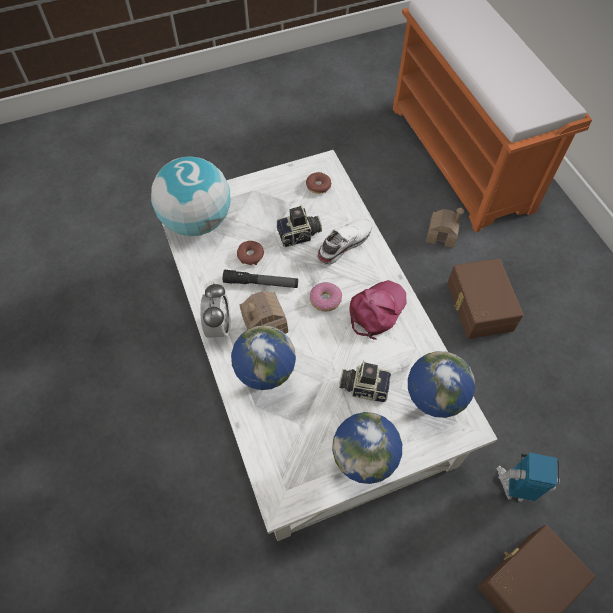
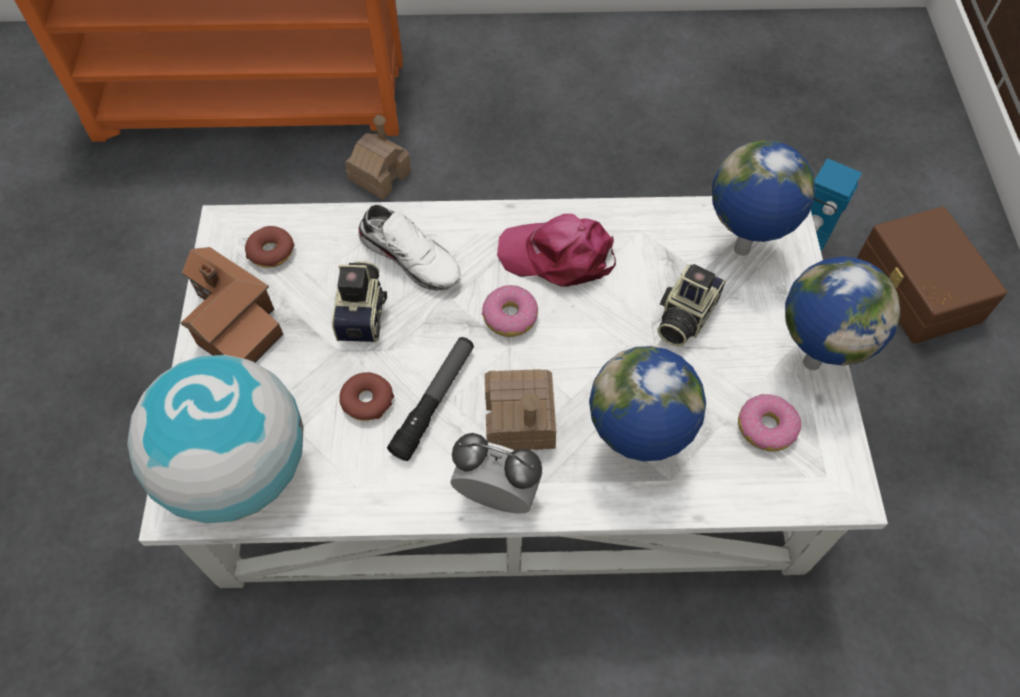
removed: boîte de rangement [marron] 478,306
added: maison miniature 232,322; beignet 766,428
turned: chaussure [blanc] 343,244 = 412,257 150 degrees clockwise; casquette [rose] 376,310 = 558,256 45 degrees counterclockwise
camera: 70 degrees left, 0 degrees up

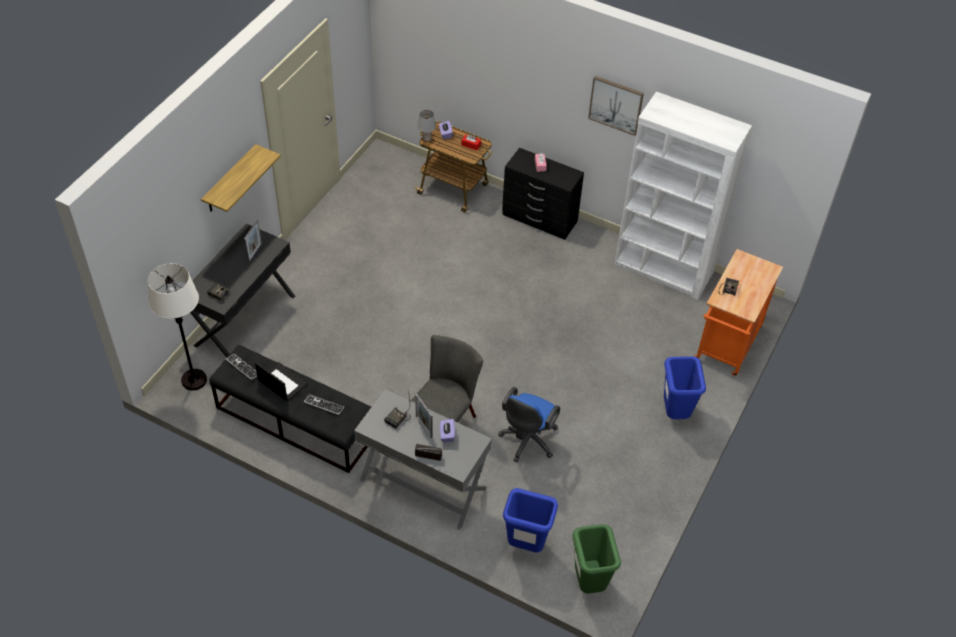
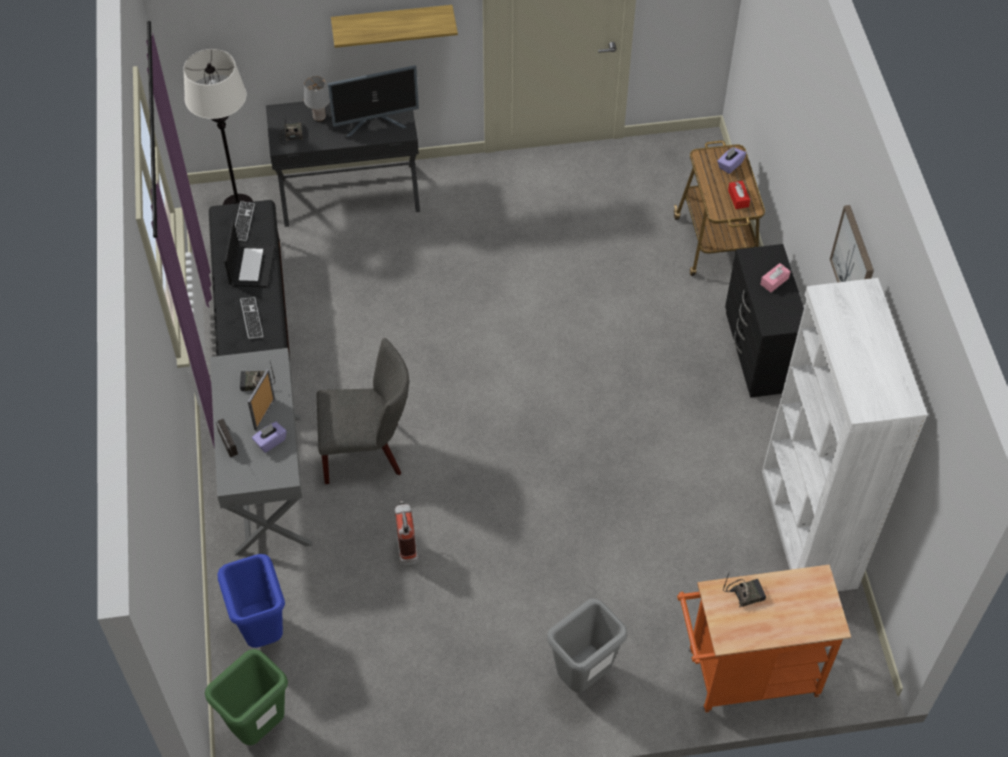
moved: lampe de table [gris] 427,139 to 319,117
replaced: cadre photo 255,252 to écran d'ordinateur 376,123; chaise de bureau [bleu] 527,441 to extincteur 406,546
recoloured: poubelle [bleu] 675,413 to poubelle [gris] 582,677
camera: 55 degrees right, 5 degrees up

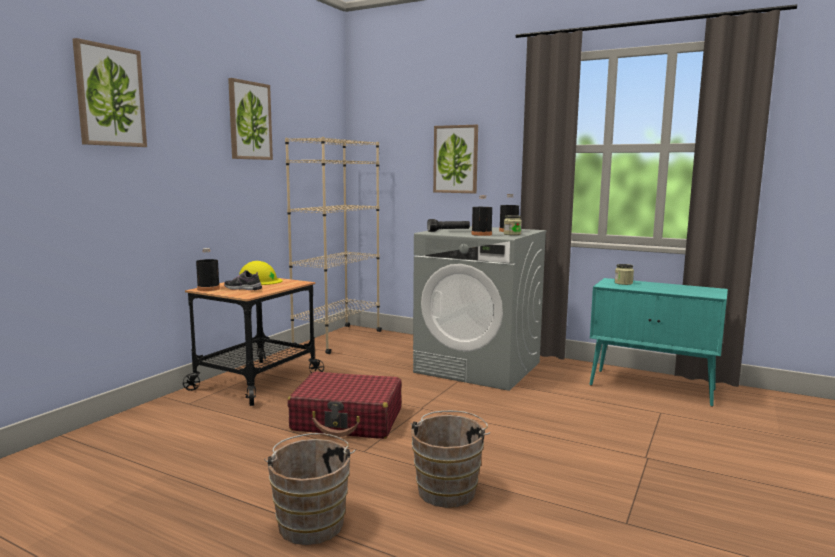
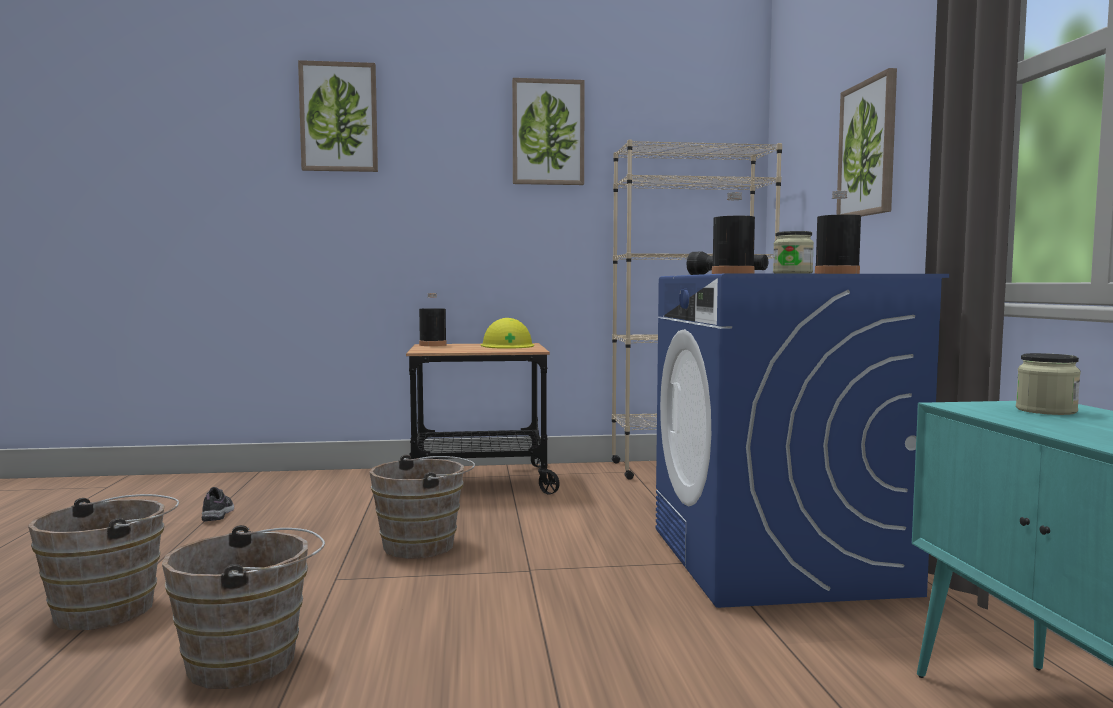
moved: chaussure 243,289 to 218,514
replaced: valise [rouge] 348,420 to seau [marron] 425,545
recoloured: lave-linge [gris] 479,367 to lave-linge [bleu] 776,560
camera: 55 degrees right, 5 degrees down

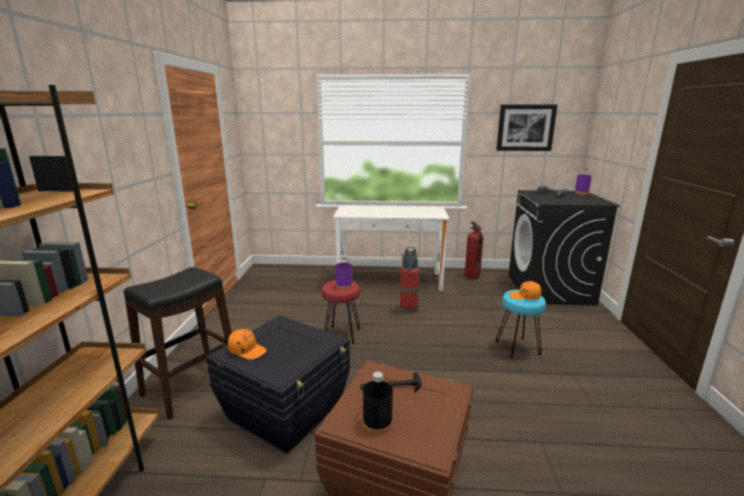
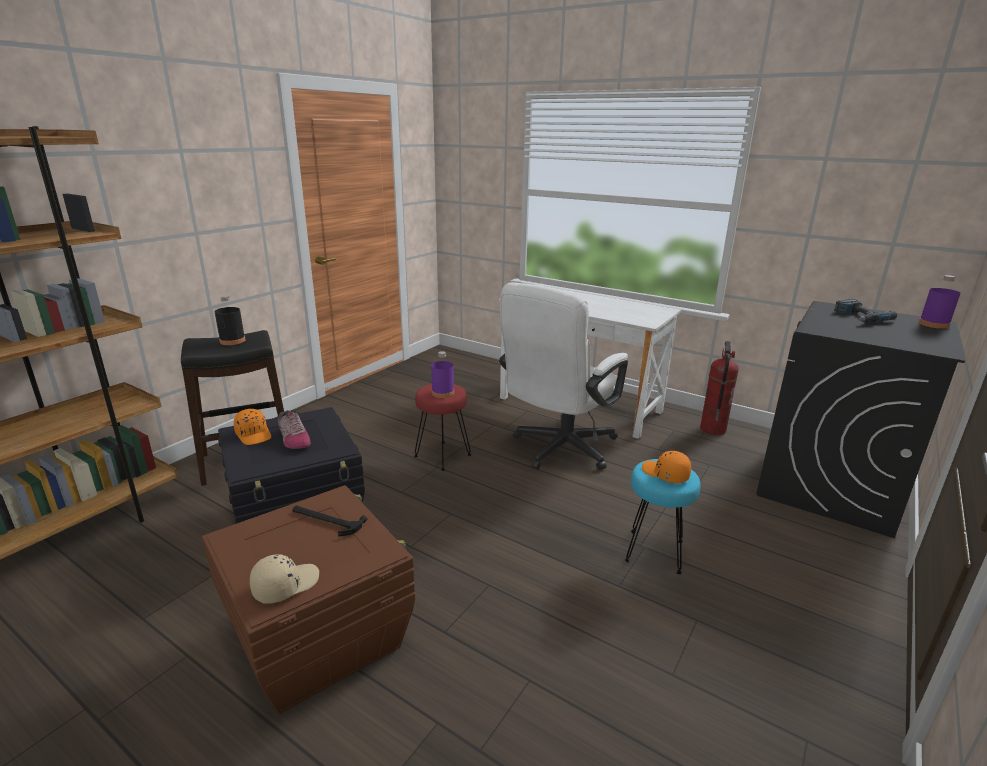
removed: tableau 525,128
added: chaussure 293,438; casquette [beige] 285,585
moved: bouteille [noir] 377,423 to 232,341
replaced: extincteur 408,310 to chaise de bureau [blanc] 558,450
camera: 30 degrees right, 5 degrees up

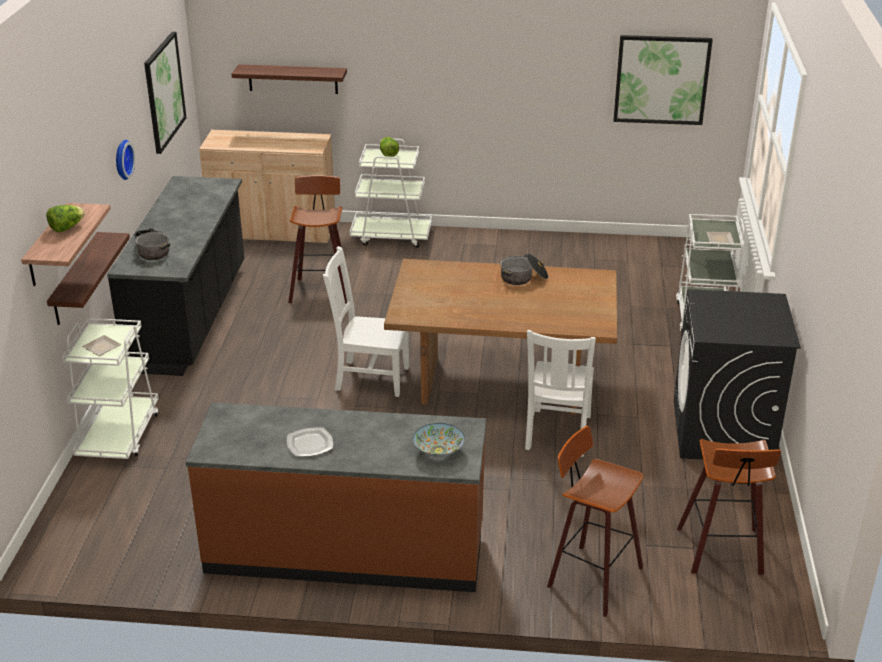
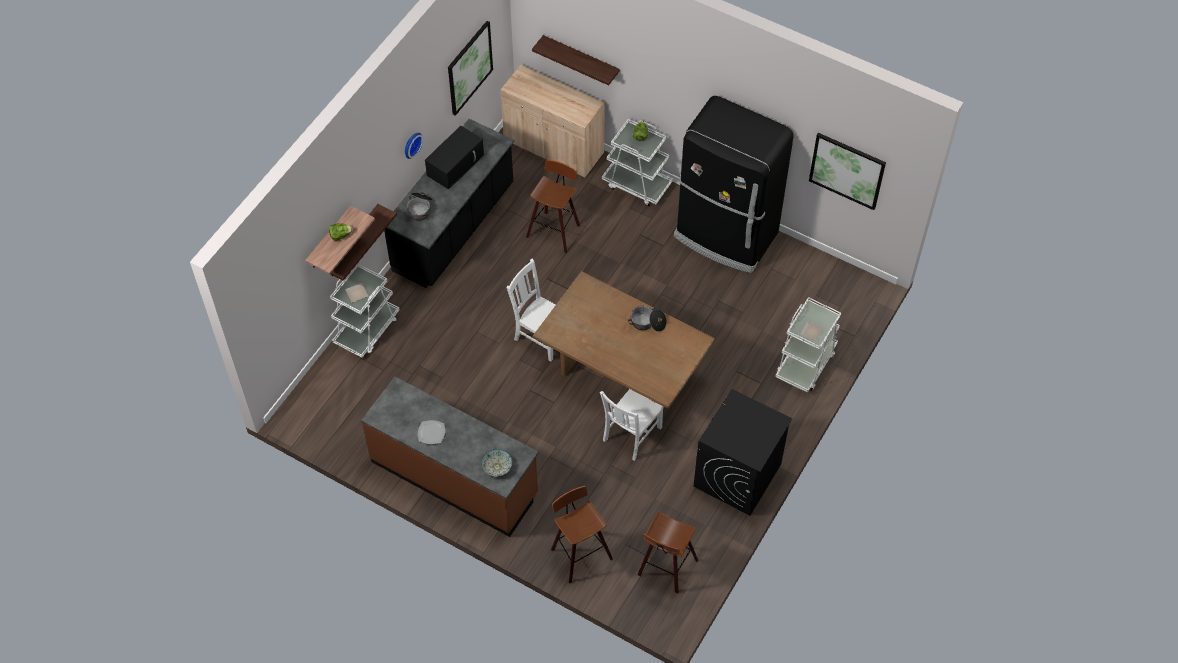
added: réfrigérateur [noir] 725,236; micro-ondes [noir] 455,164
camera: 25 degrees right, 25 degrees up

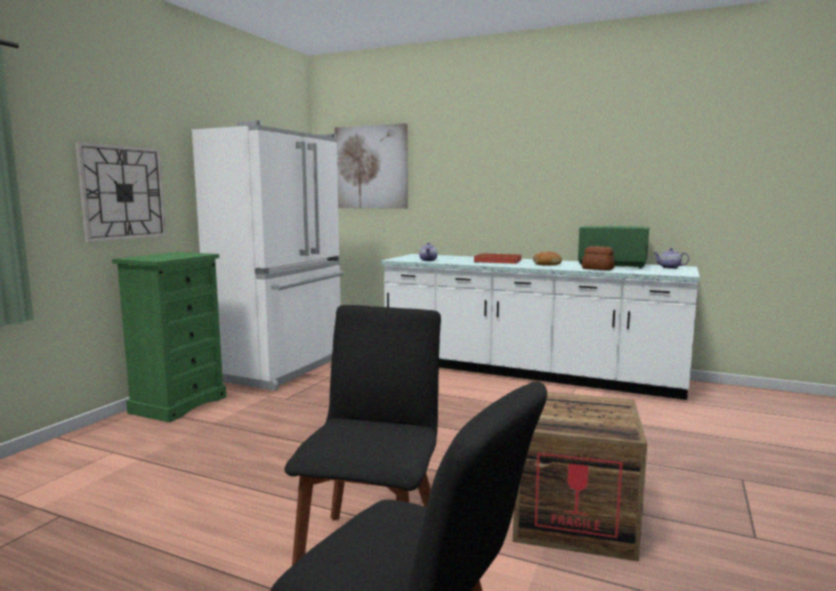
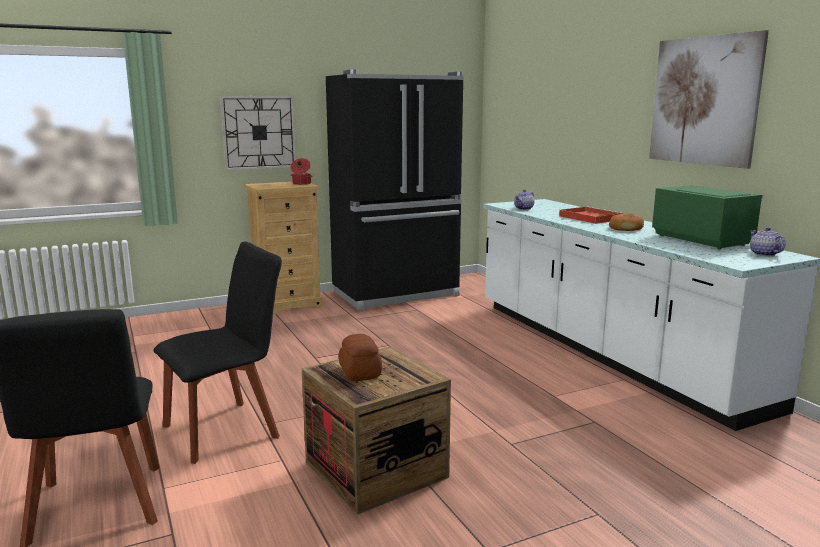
added: marmite 301,184
moved: tableau 371,167 to 704,101; pain 598,269 to 359,372
recoloured: réfrigérateur [blanc] 283,368 to réfrigérateur [noir] 397,294; commode [vert] 179,404 to commode [beige] 287,304
camera: 40 degrees right, 5 degrees up

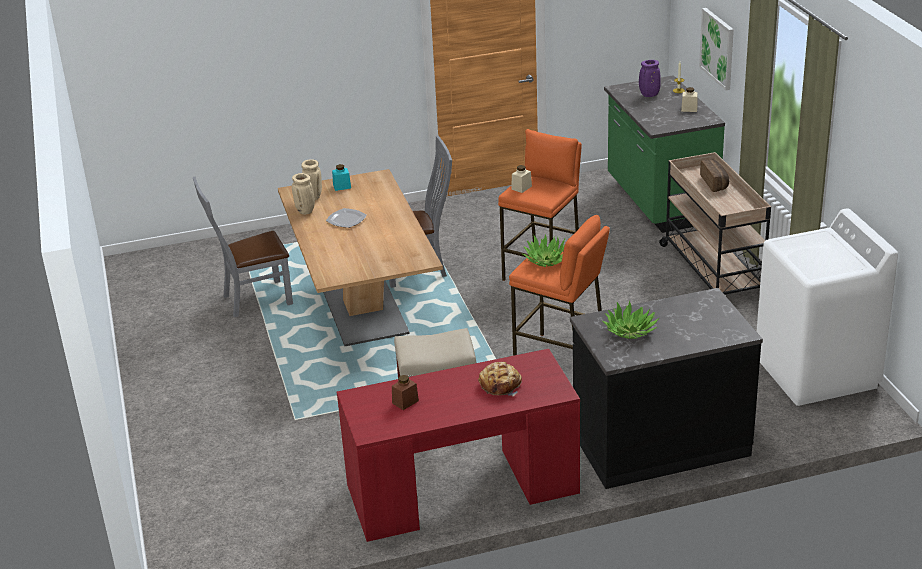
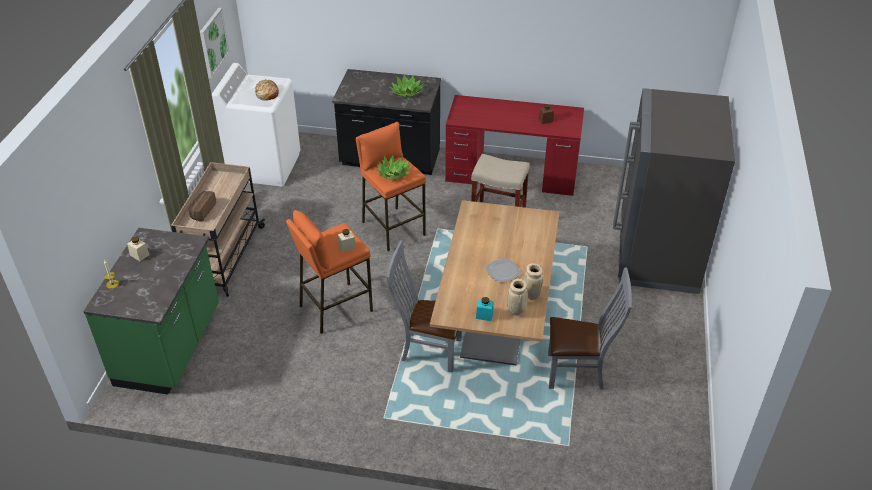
removed: vase [violet] 649,95
added: réfrigérateur [gris] 657,254
moved: tableau 718,48 to 213,42; pain 501,385 to 267,94
camera: 155 degrees left, 10 degrees up

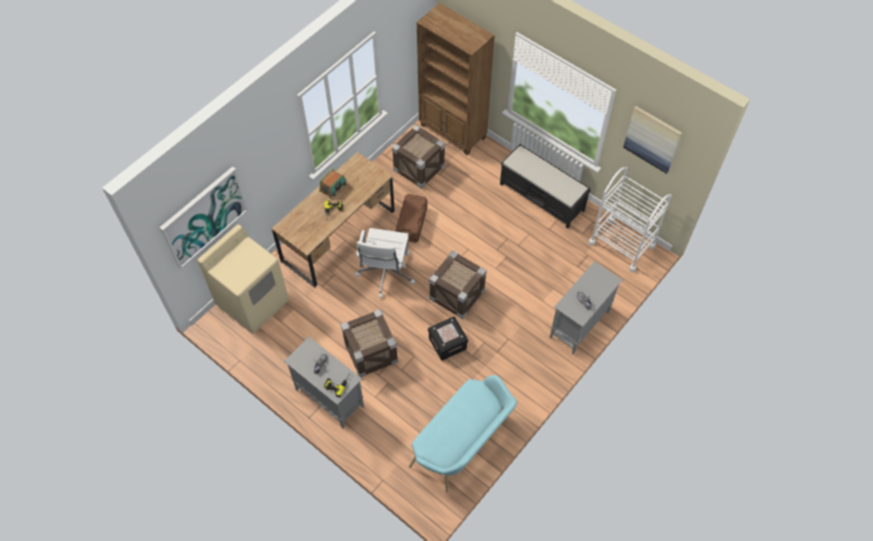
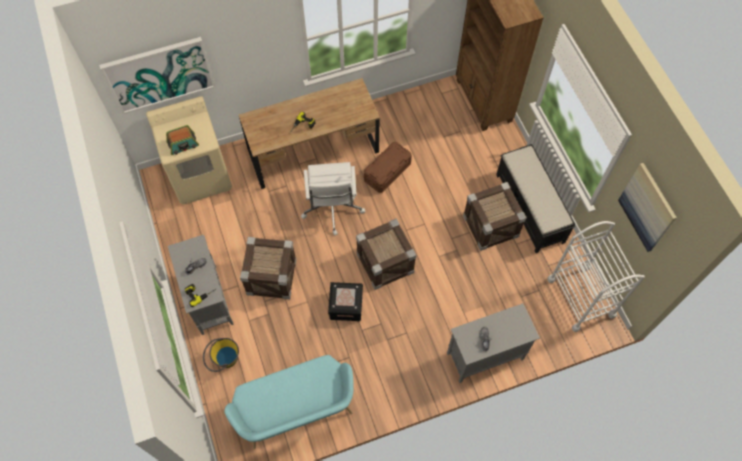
added: seau [jaune] 223,360
moved: caisse 419,168 to 490,226; radio 333,187 to 183,144
turned: chaise de bureau [blanc] 385,273 = 332,208 45 degrees counterclockwise
camera: 30 degrees right, 5 degrees up

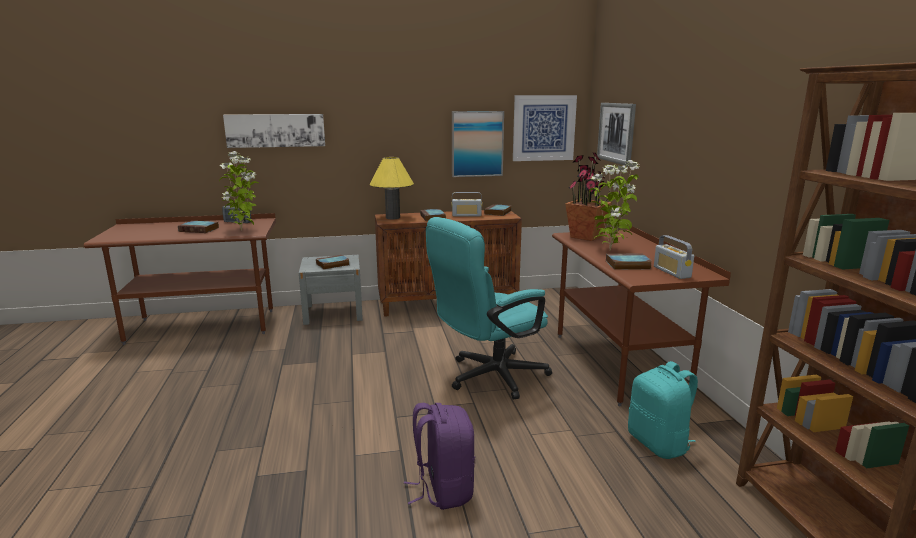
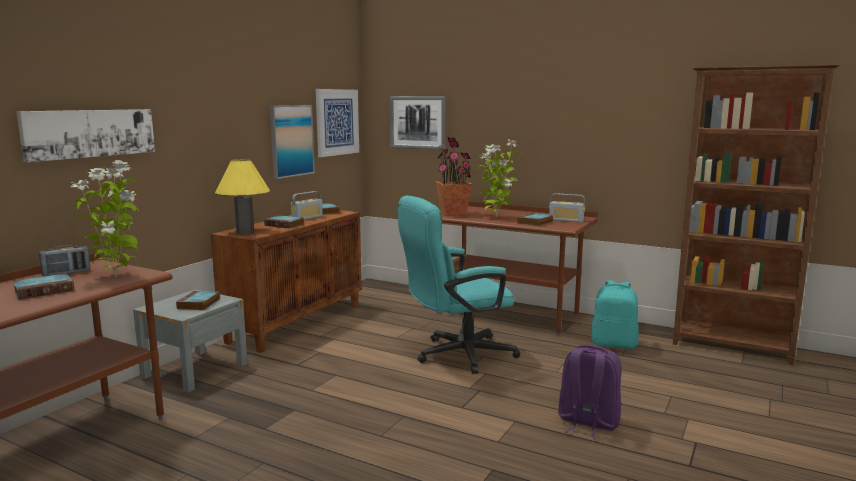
turned: chaise de bureau [turquoise] 488,377 = 456,355 60 degrees clockwise
camera: 50 degrees left, 5 degrees down

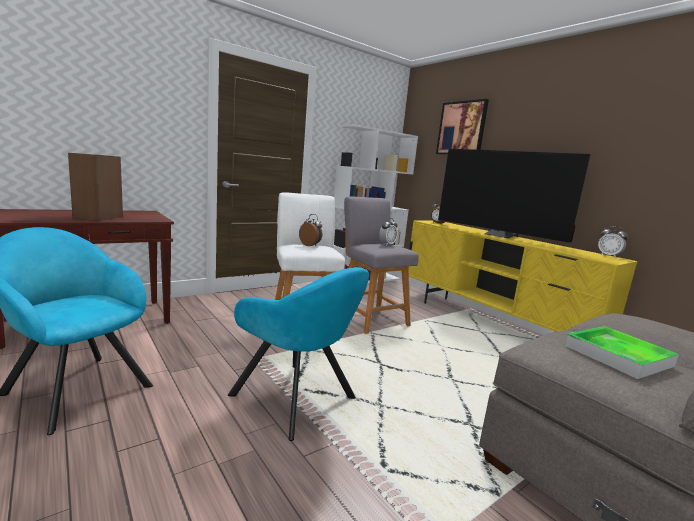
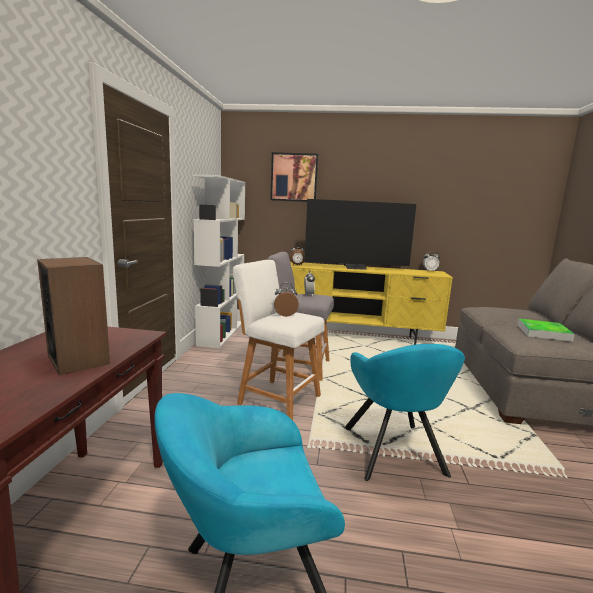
turned: fauteuil [turquoise] 297,400 = 394,454 90 degrees clockwise
camera: 45 degrees left, 0 degrees up

